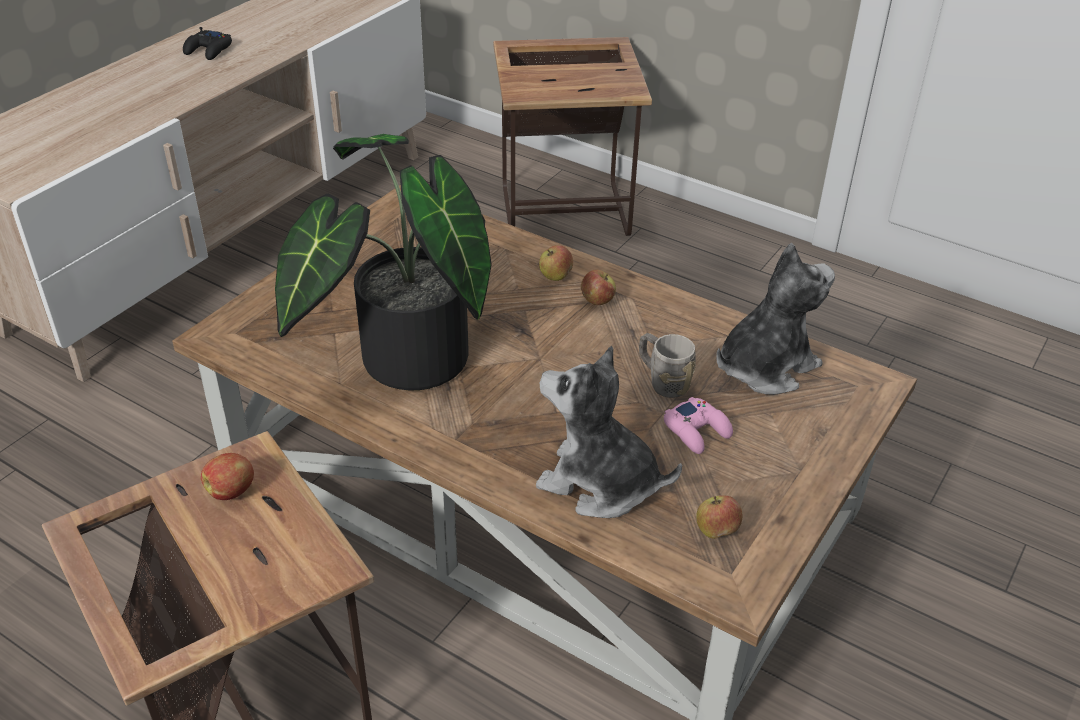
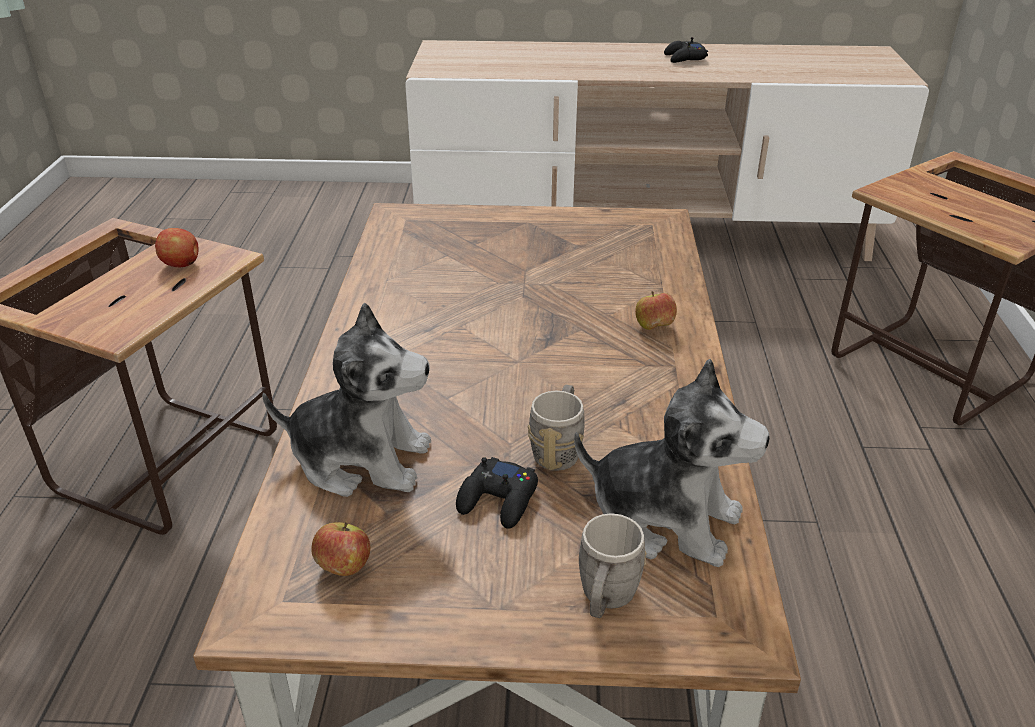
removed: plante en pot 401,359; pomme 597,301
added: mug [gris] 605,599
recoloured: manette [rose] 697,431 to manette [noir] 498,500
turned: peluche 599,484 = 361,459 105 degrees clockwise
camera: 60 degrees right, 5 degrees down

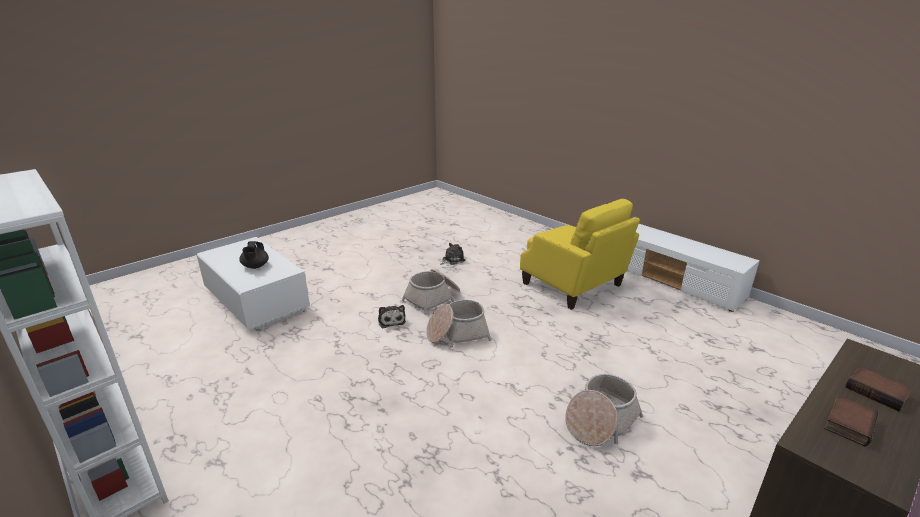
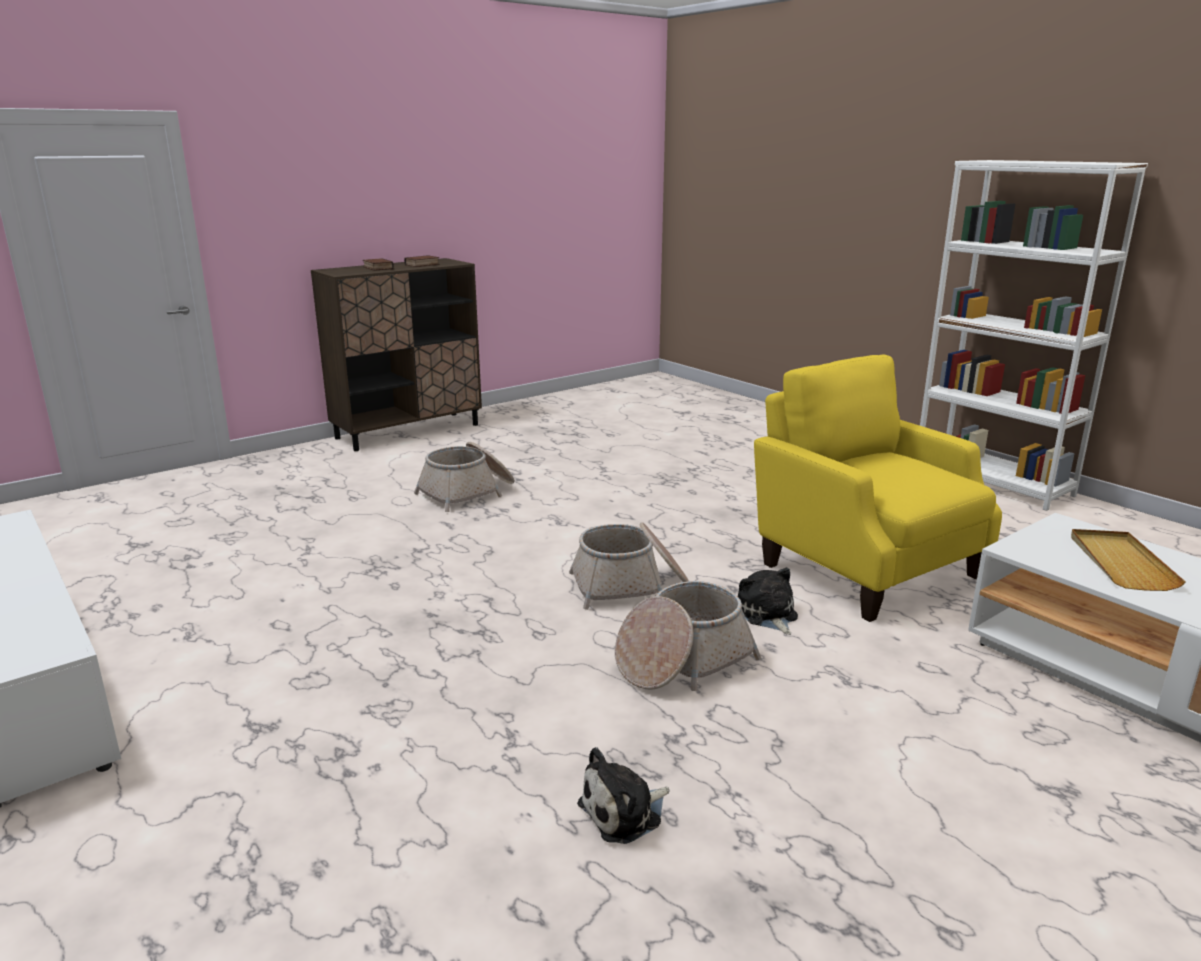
moved: fauteuil [jaune] 574,285 to 865,567
replaced: théière [noir] 255,266 to plateau [beige] 1120,563
camera: 175 degrees left, 5 degrees down

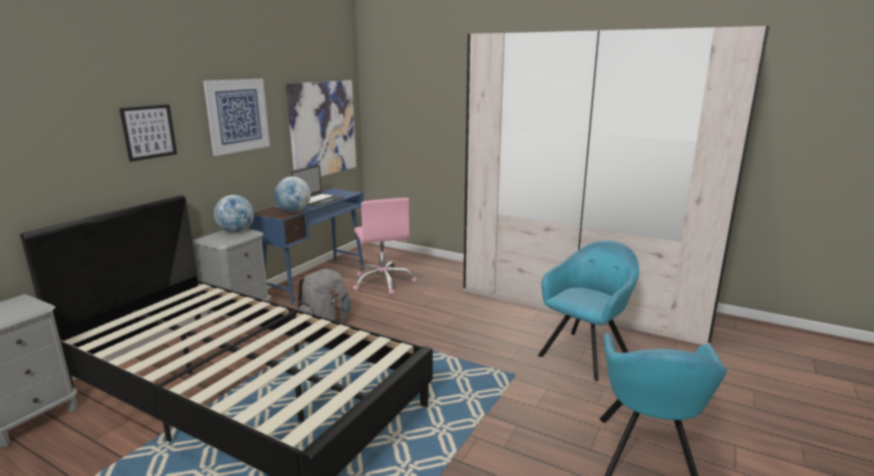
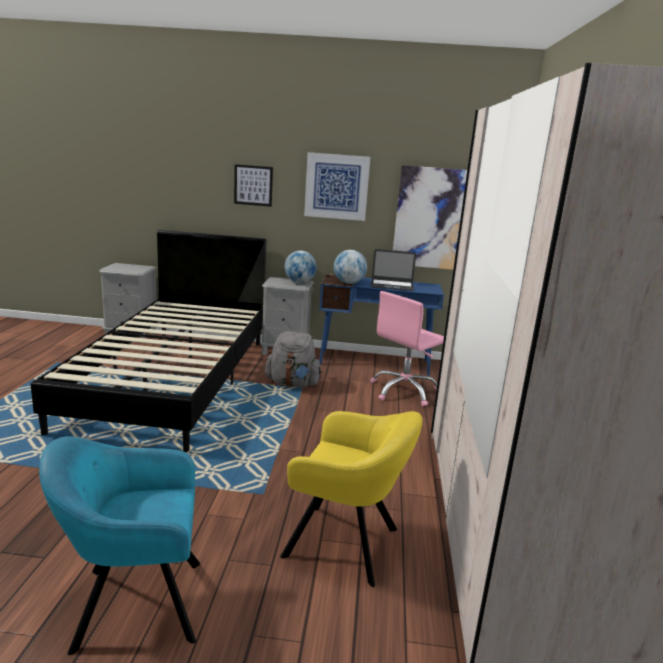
recoloured: fauteuil [turquoise] 585,353 to fauteuil [jaune] 346,544
camera: 65 degrees right, 0 degrees up

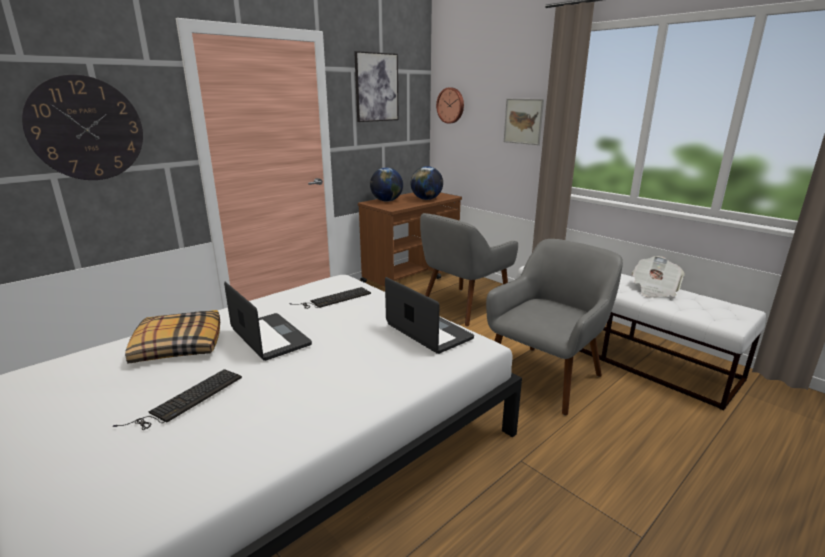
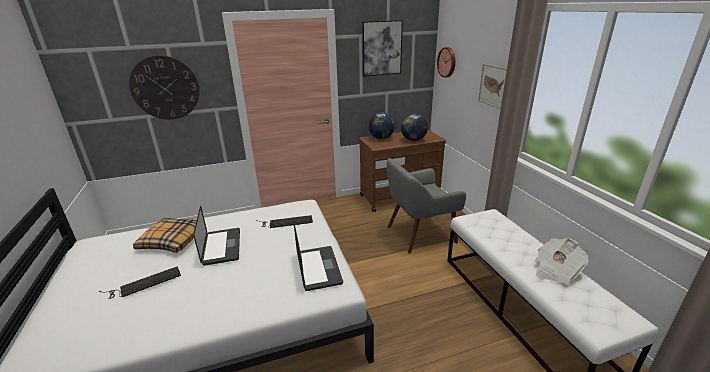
removed: fauteuil [gris] 546,377
camera: 25 degrees right, 5 degrees up

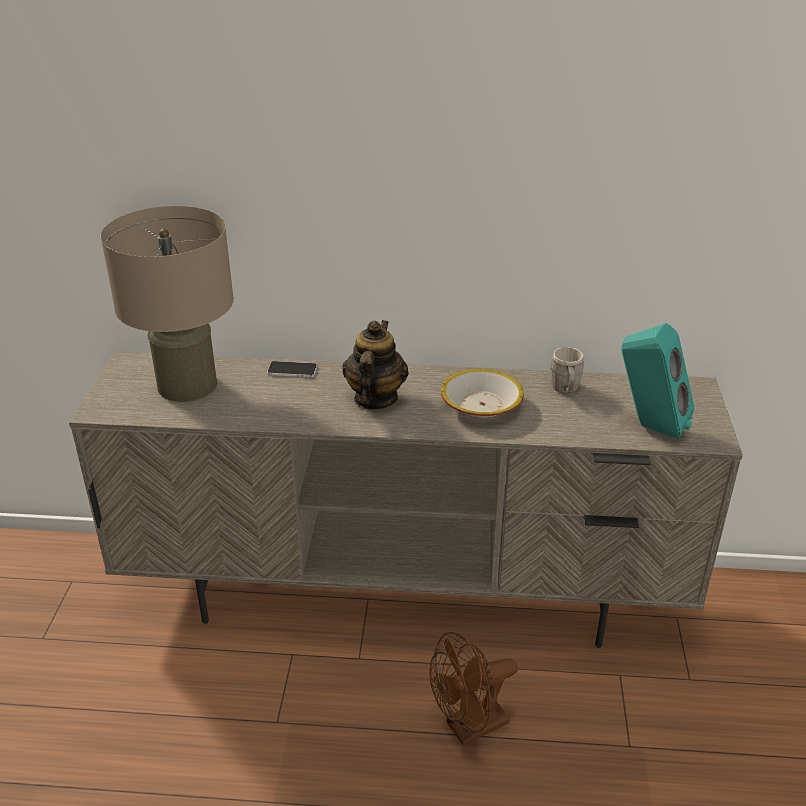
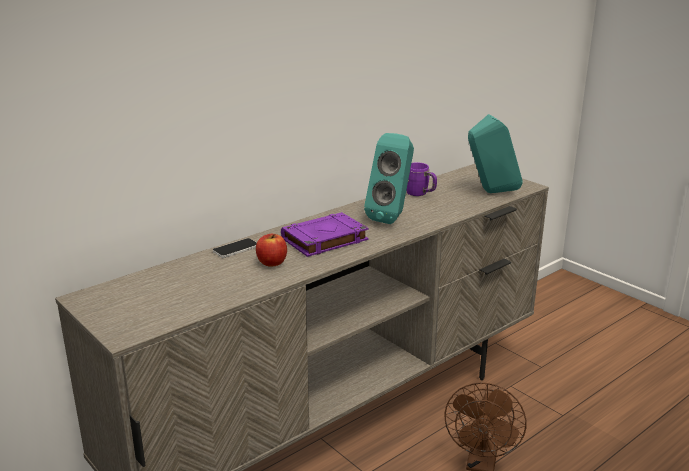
removed: lampe de table [beige] 187,385
added: pomme 272,262
replaced: théière 374,398 to livre [violet] 324,240; bol 482,405 to enceinte [turquoise] 392,217
recoloured: mug [gris] 565,390 to mug [violet] 420,194
camera: 45 degrees left, 10 degrees down

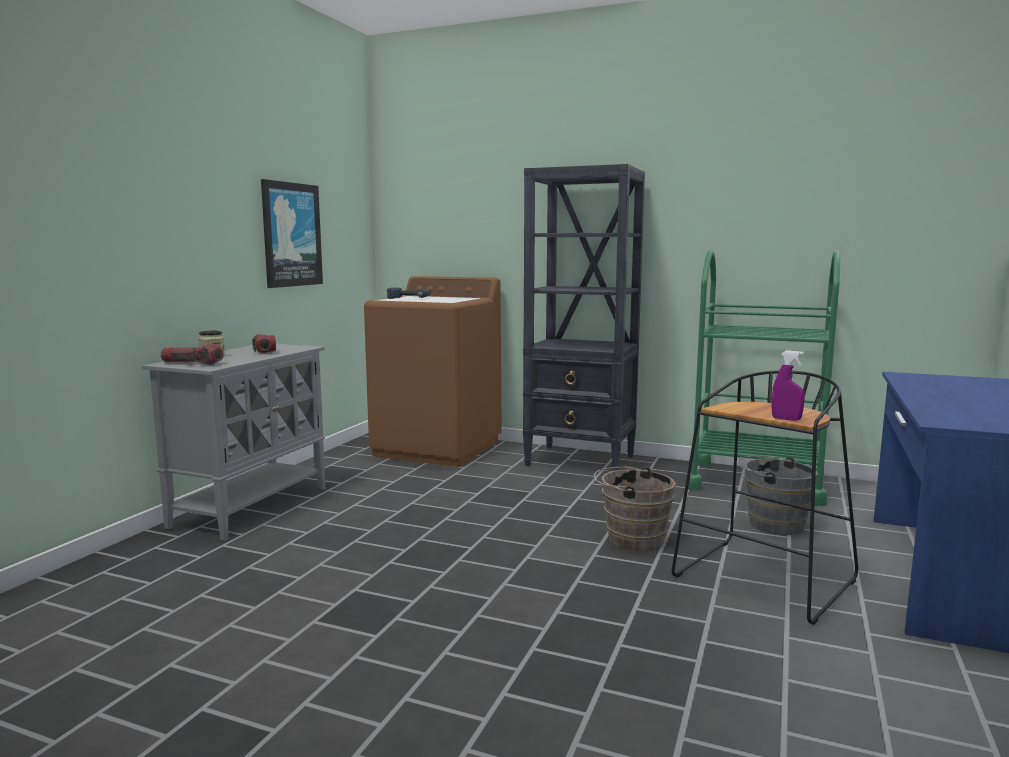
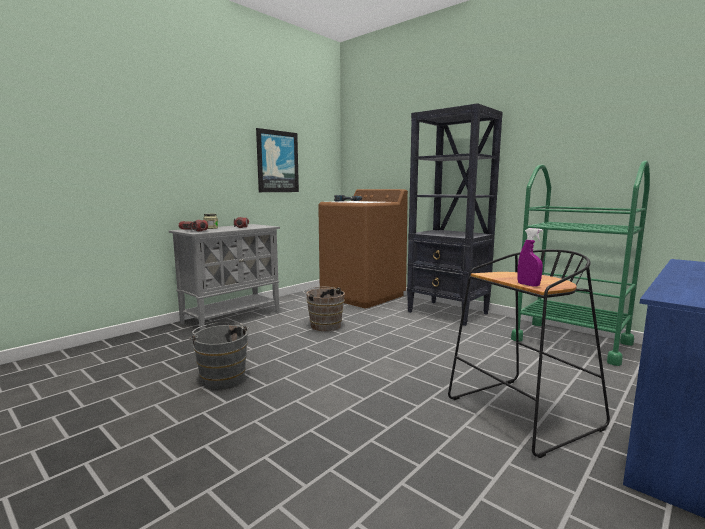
moved: seau [gris] 771,523 to 222,377; seau [marron] 631,538 to 324,325
camera: 20 degrees right, 0 degrees up

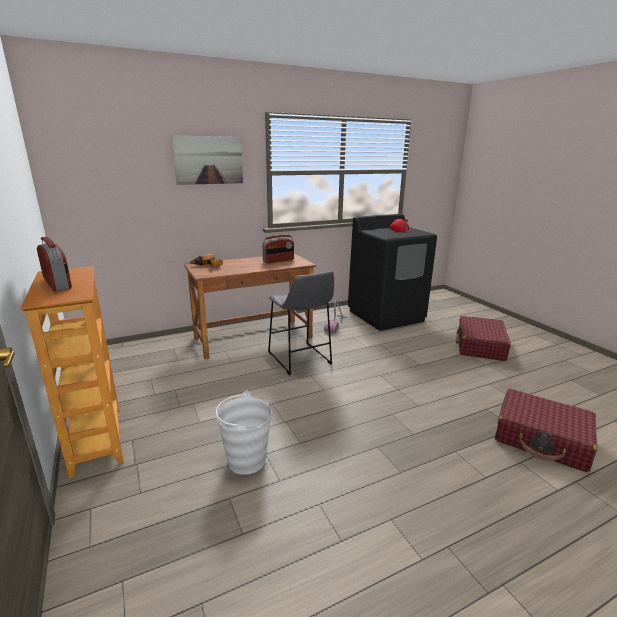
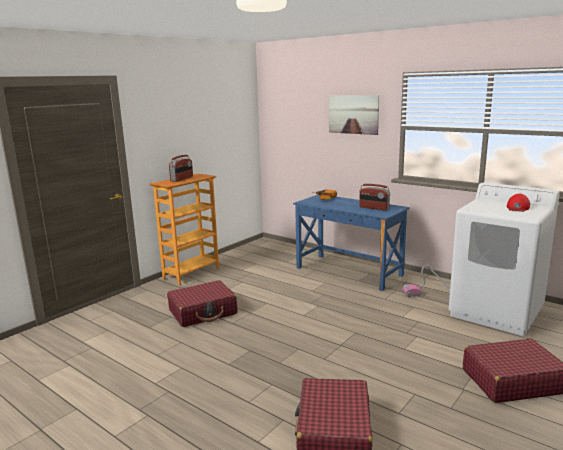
removed: tabouret [gris] 300,360
replaced: seau [blanc] 246,460 to valise [rouge] 203,312
recoloured: lave-linge [noir] 386,316 to lave-linge [blanc] 496,312; bureau [marron] 253,338 to bureau [bleu] 349,271
camera: 65 degrees right, 5 degrees down

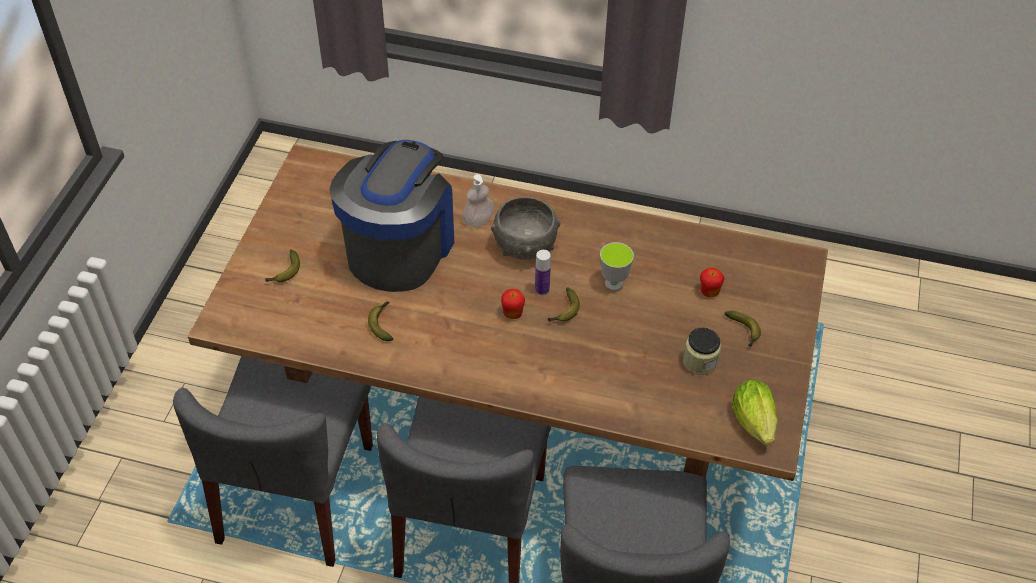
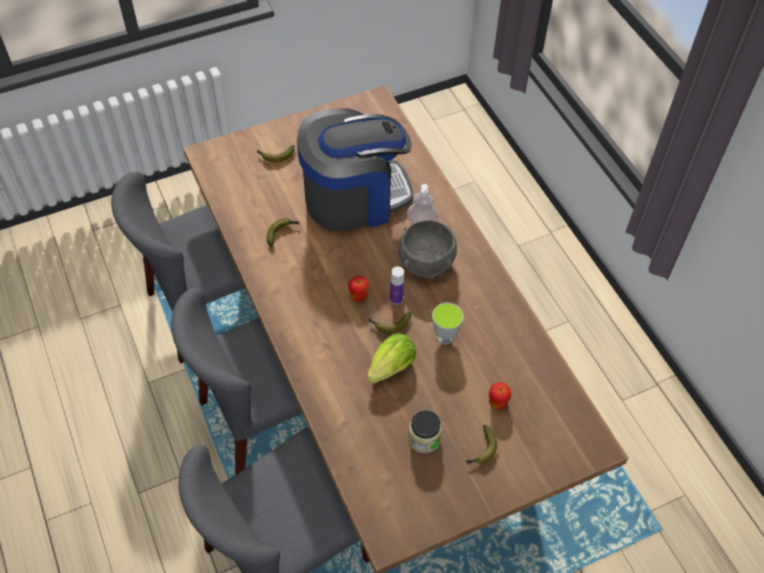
moved: laitue 755,425 to 389,369
camera: 50 degrees right, 5 degrees up

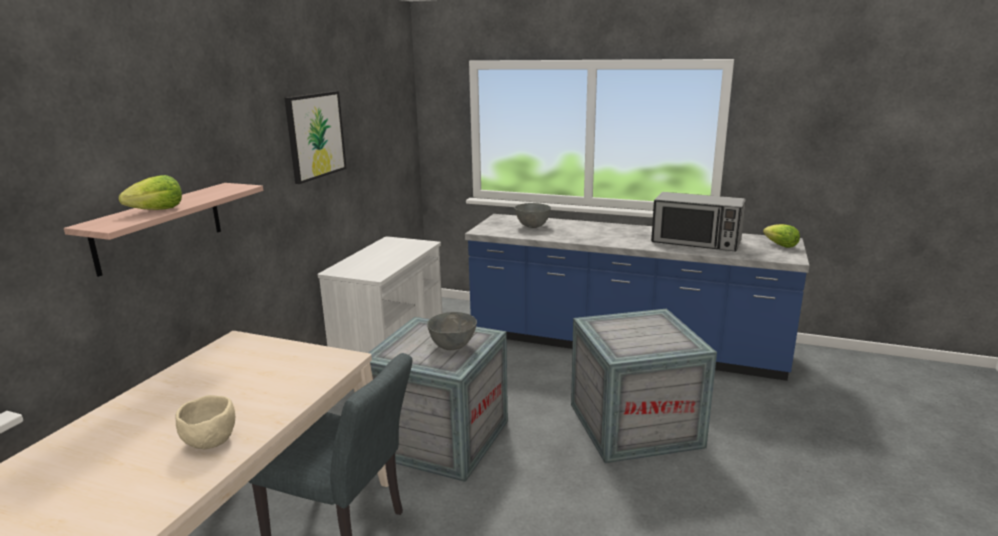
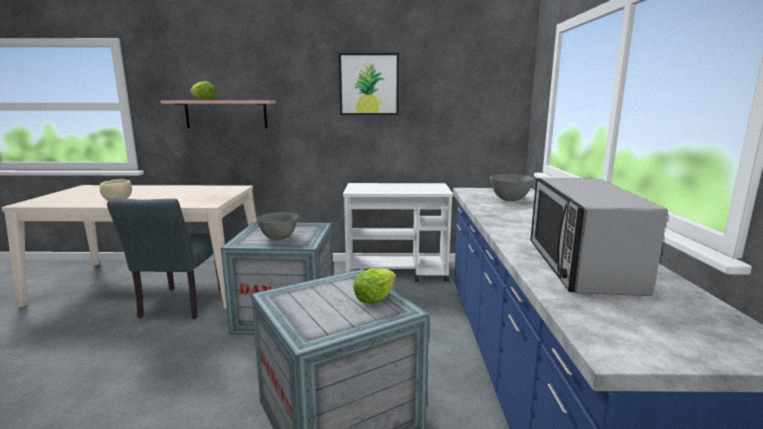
moved: laitue 780,246 to 374,298
camera: 70 degrees right, 5 degrees down

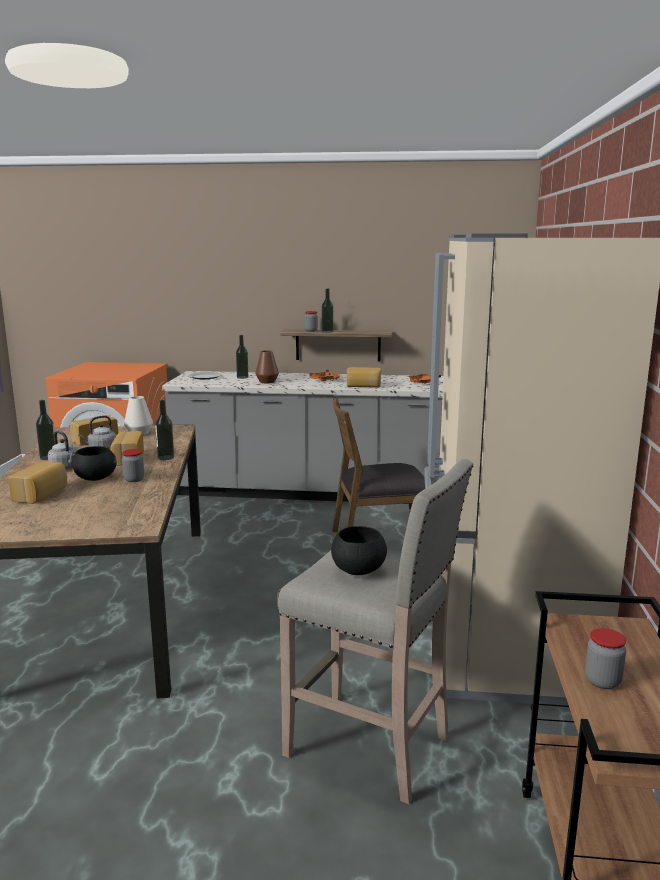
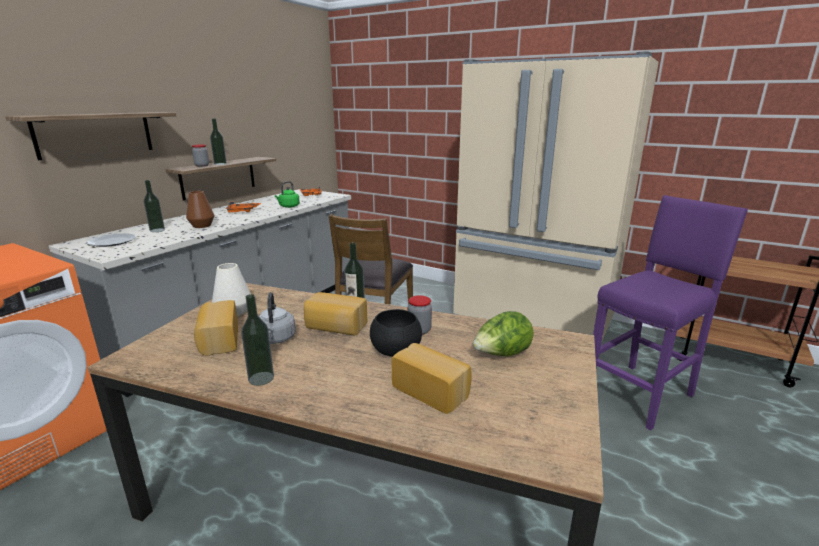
removed: bouilloire [gris] 66,467; bol [noir] 358,570; bocal 602,681
added: étagère 95,134; laitue 501,355
replaced: pain 363,386 to bouilloire [vert] 288,206
recoloured: tabouret [beige] 371,747 to tabouret [violet] 641,393
camera: 65 degrees left, 5 degrees up

